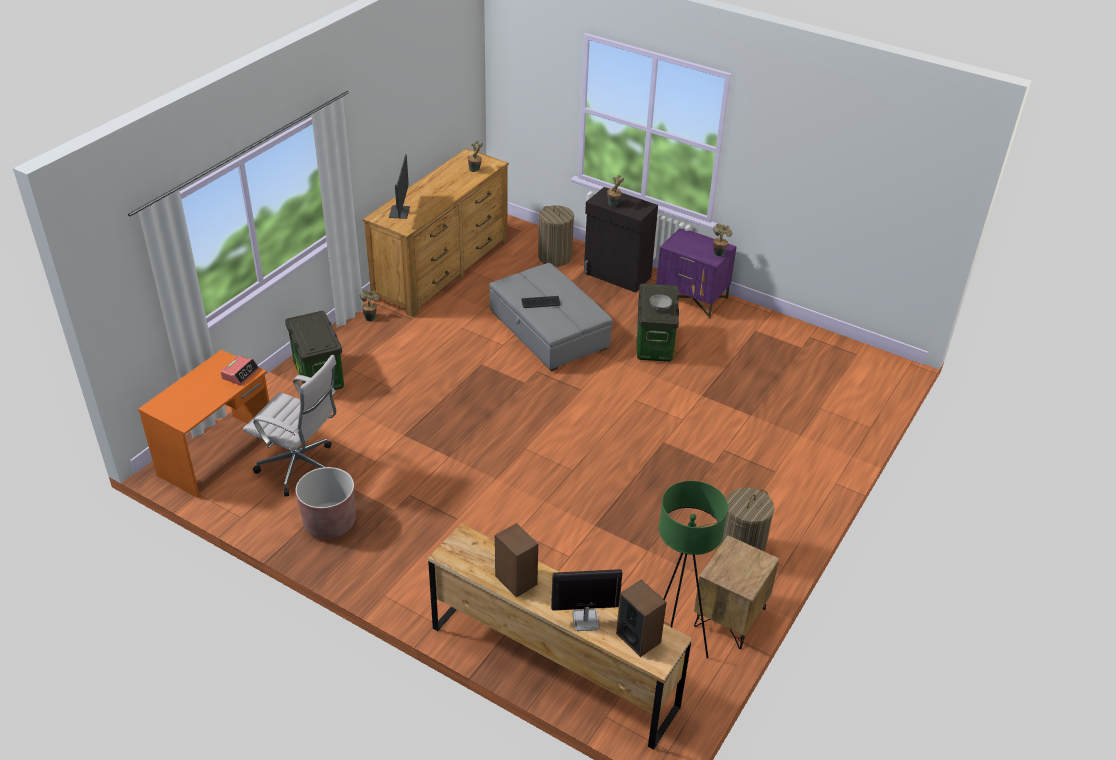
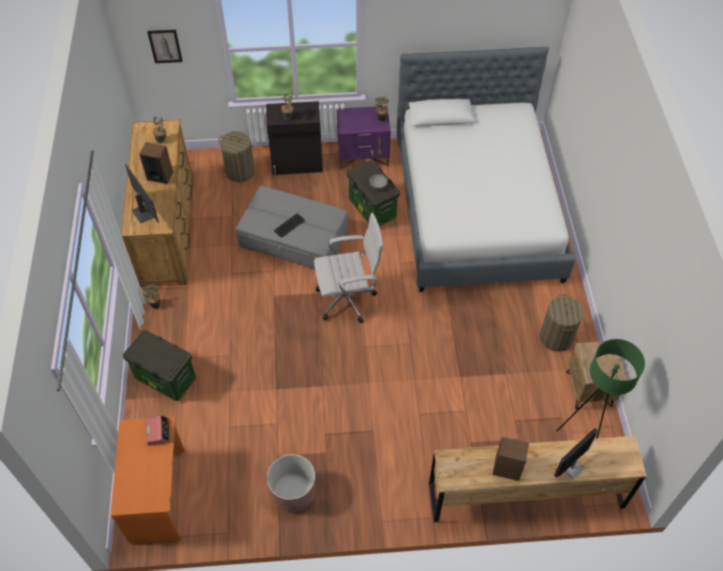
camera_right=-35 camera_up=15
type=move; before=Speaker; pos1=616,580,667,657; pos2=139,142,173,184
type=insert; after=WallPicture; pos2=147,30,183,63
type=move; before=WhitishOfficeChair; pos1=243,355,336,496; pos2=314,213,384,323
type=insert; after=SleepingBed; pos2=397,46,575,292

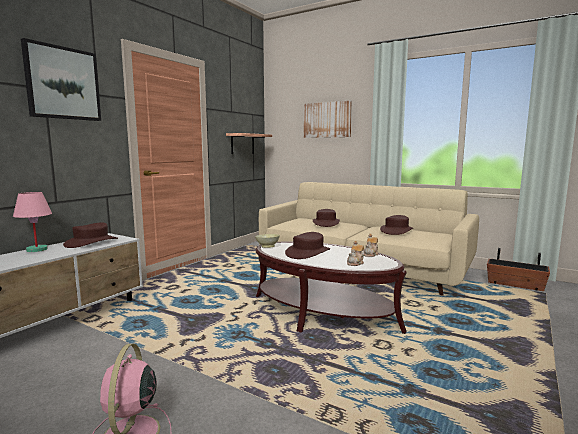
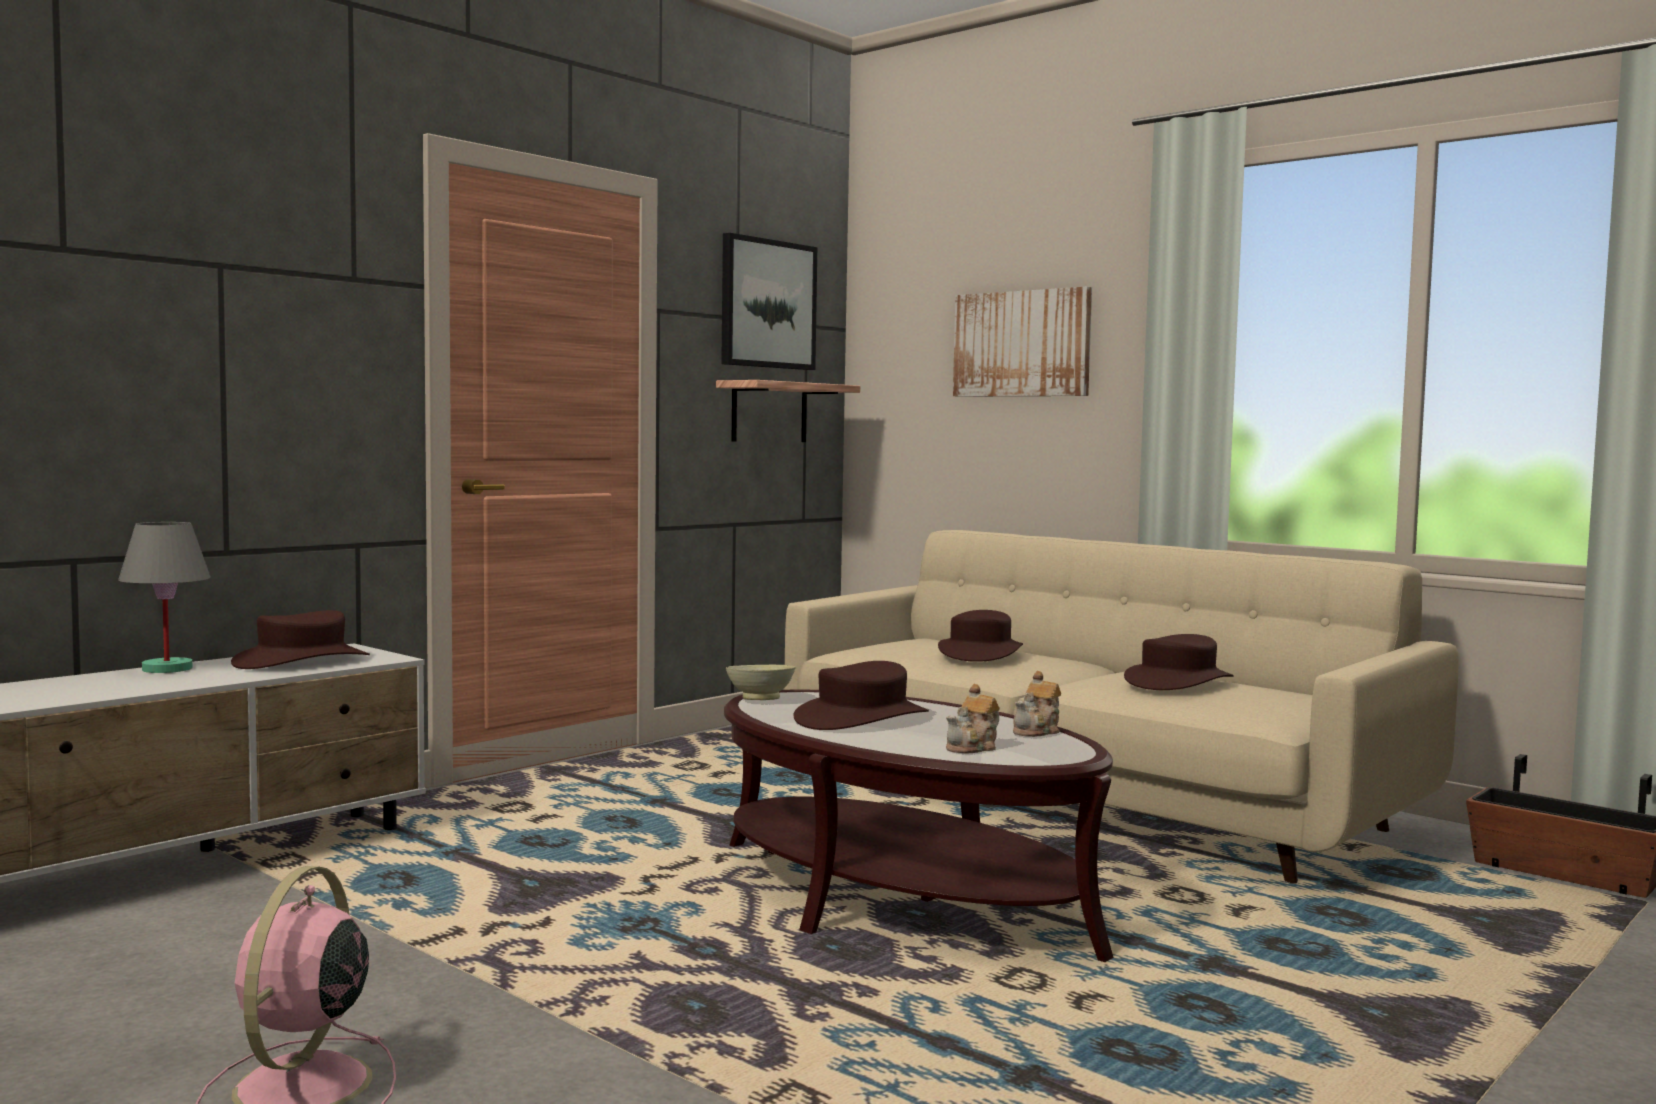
camera_right=10 camera_up=-5
type=recolor; before=PinkColouredLampForATable; after=GreyishLampForATable; pos1=13,192,52,252; pos2=118,522,211,673
type=move; before=WallPicture; pos1=21,38,101,121; pos2=721,233,817,370

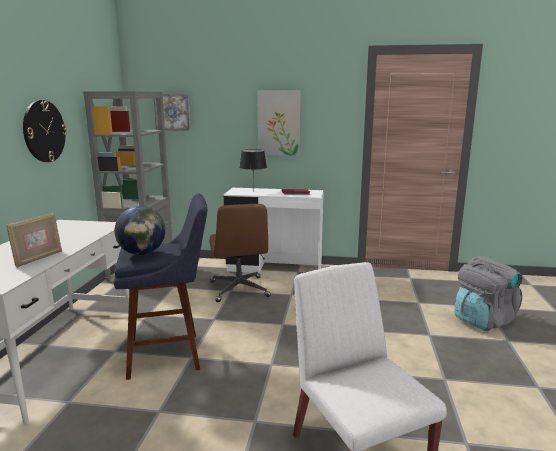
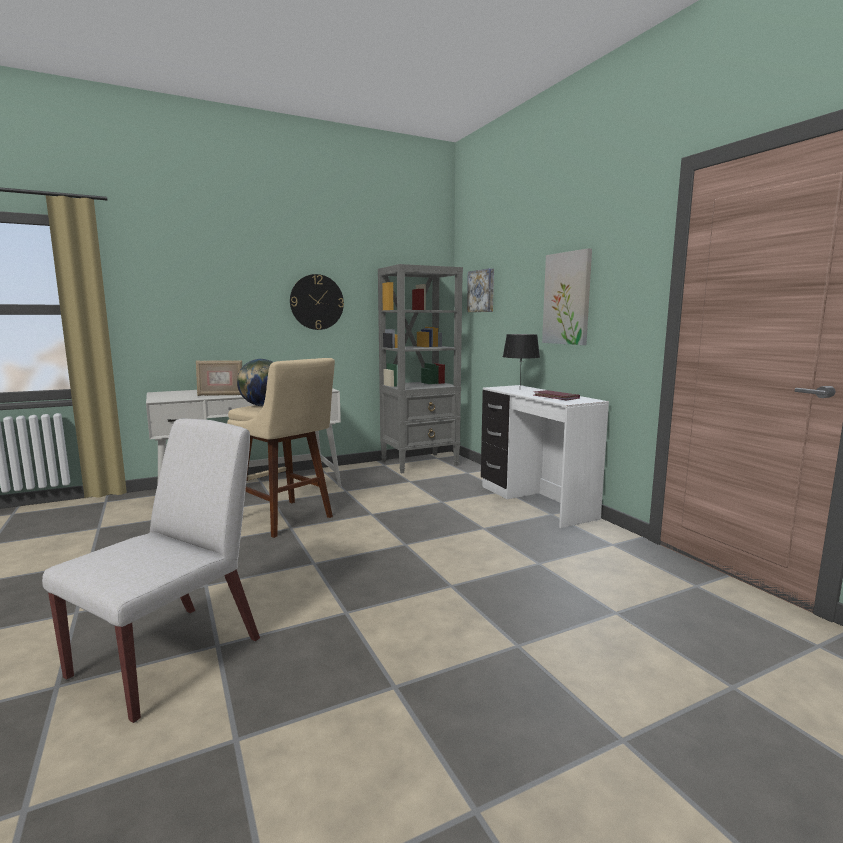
camera_right=55 camera_up=-5
type=recolor; before=BluishStoolSeat; after=SandColouredStoolSeat; pos1=114,193,207,380; pos2=227,358,335,538
type=delete; before=BrownColouredOfficeChair; pos1=209,204,271,302
type=delete; before=GreyishRucksack; pos1=454,256,522,331

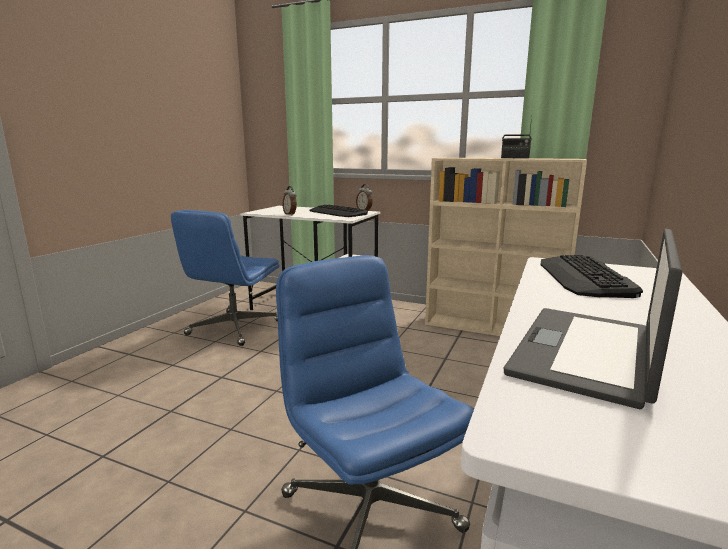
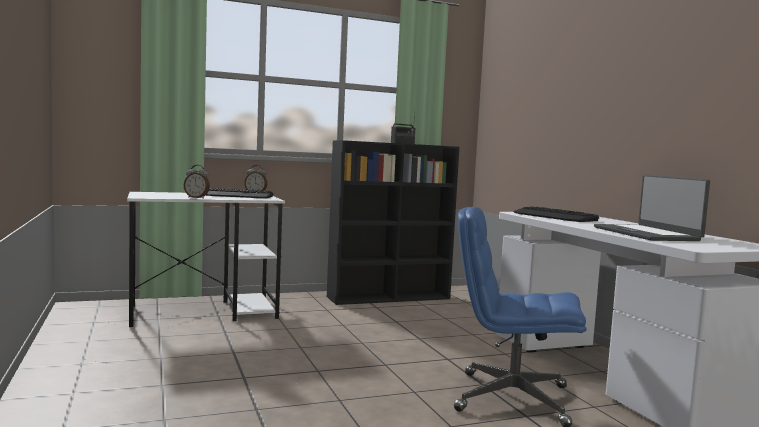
camera_right=-45 camera_up=-10
type=recolor; before=SandColouredShelvingUnit; after=BlackishShelvingUnit; pos1=425,158,587,336; pos2=327,140,459,305
type=delete; before=BluishOfficeChair; pos1=171,210,280,346

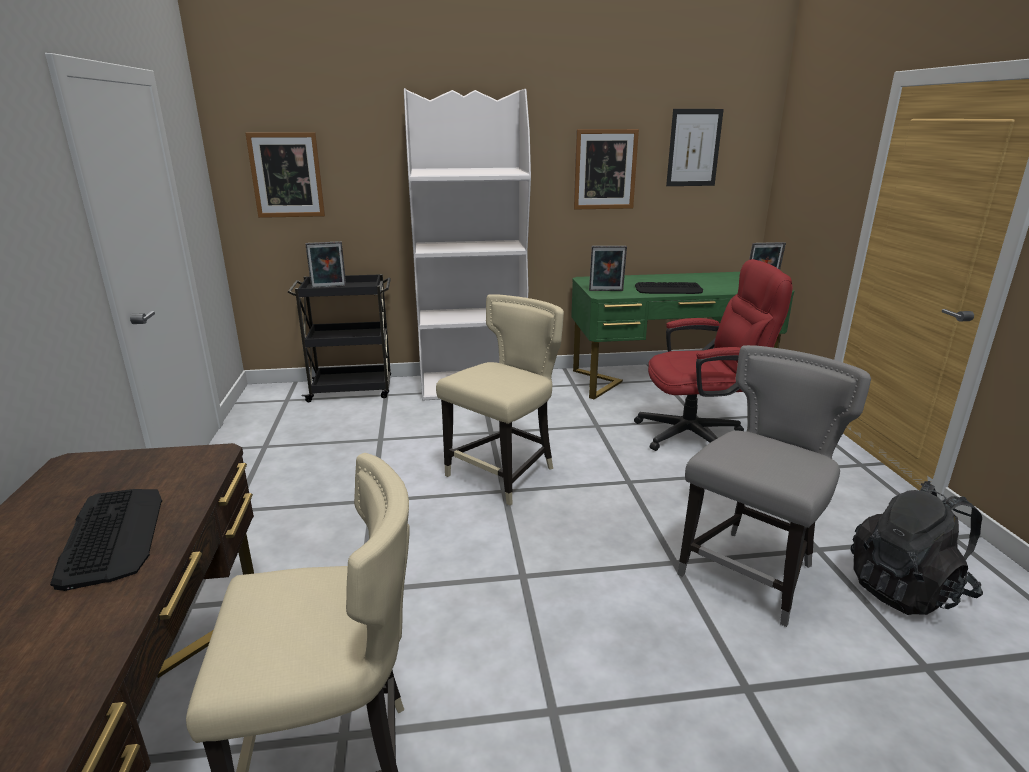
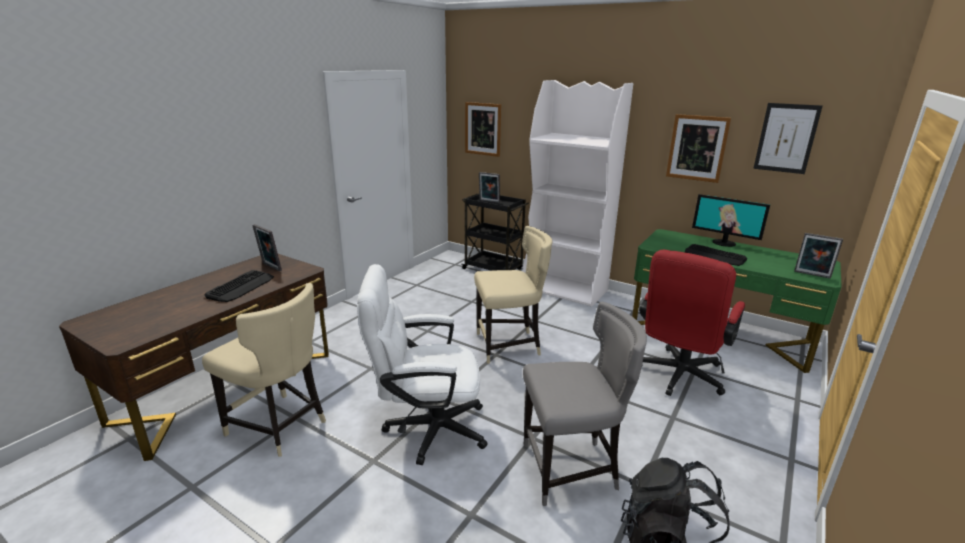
camera_right=40 camera_up=0
type=move; before=StandingFrame; pos1=589,246,627,291; pos2=252,224,282,271
type=insert; after=WhitishOfficeChair; pos2=357,264,488,465
type=rotate; before=ReddishOfficeChair; pos1=634,259,793,451; pos2=639,250,745,396; turn=90
type=insert; after=Monitor; pos2=692,194,770,247

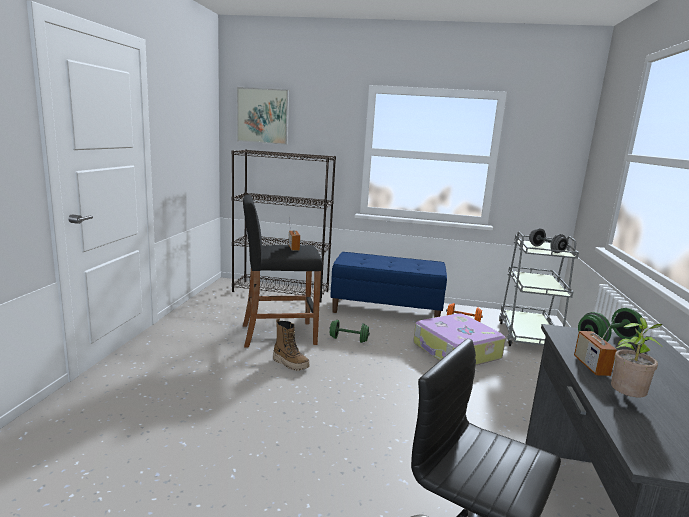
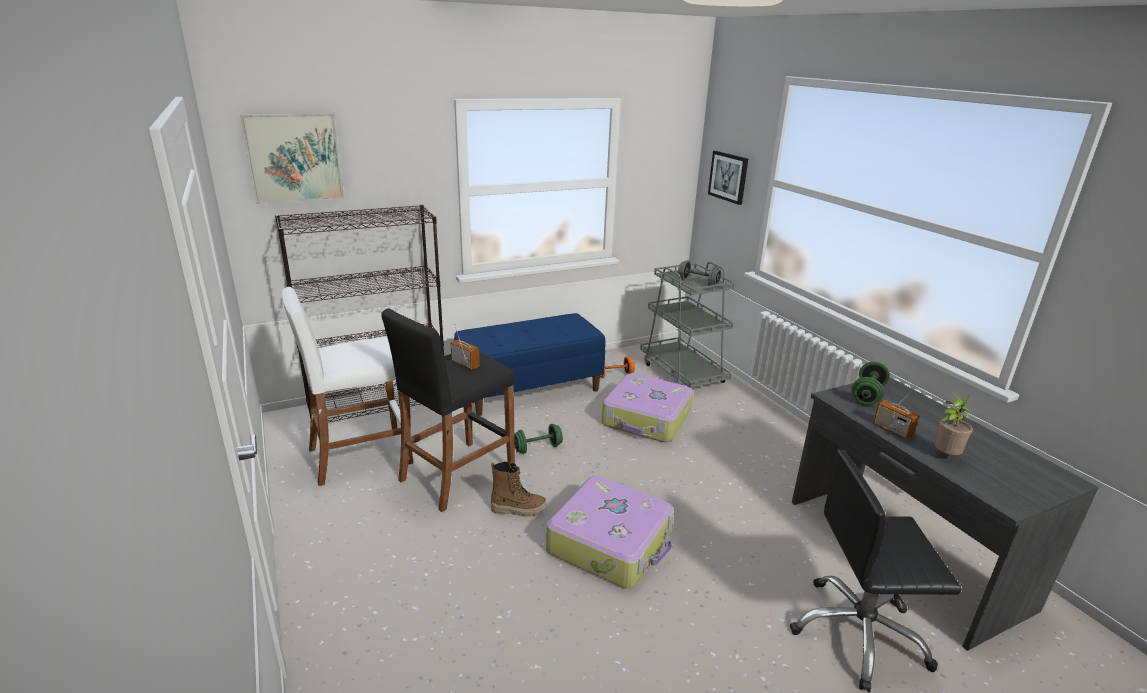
camera_right=-35 camera_up=10
type=insert; after=WhitishStoolSeat; pos2=282,287,413,486
type=insert; after=PieceOfLuggage; pos2=546,476,674,589
type=insert; after=WallPicture; pos2=708,151,748,205

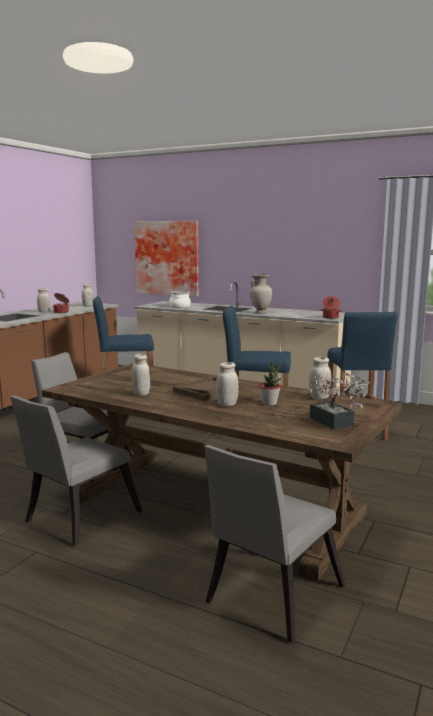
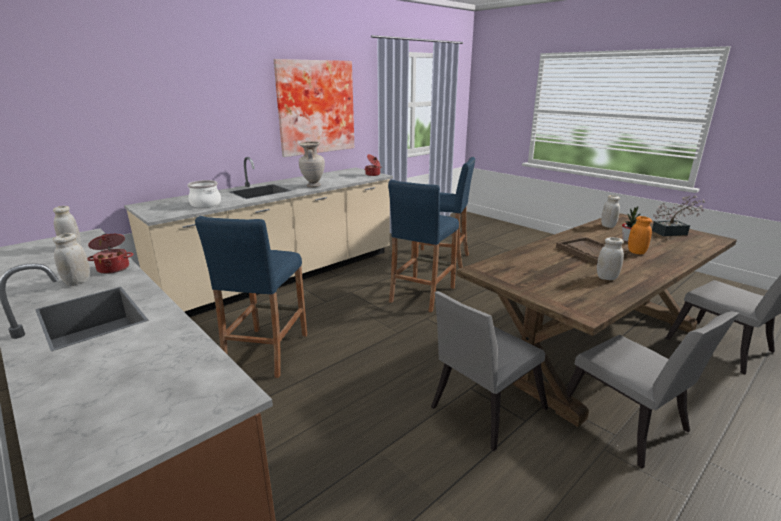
camera_right=-70 camera_up=10
type=move; before=WallPicture; pos1=134,221,199,297; pos2=274,59,354,157
type=recolor; before=WhitishPreserveJar; after=OrangeColouredPreserveJar; pos1=216,362,239,407; pos2=628,216,652,254

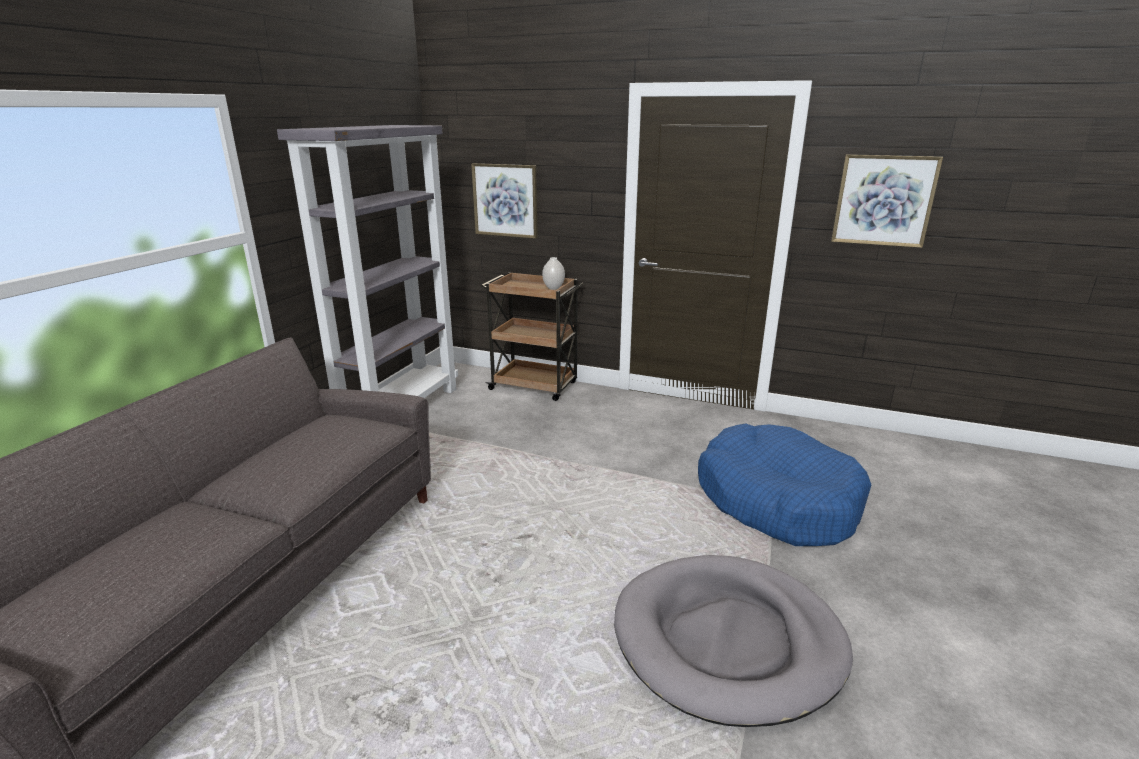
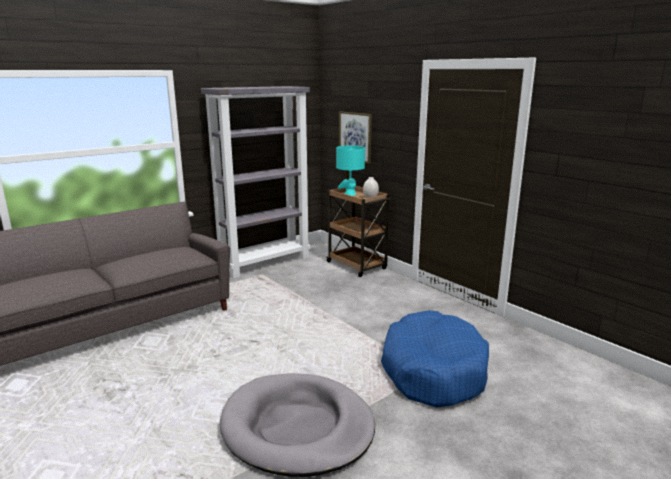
camera_right=30 camera_up=-5
type=insert; after=TurquoiseColouredLampForATable; pos2=336,145,365,196
type=delete; before=WallPicture; pos1=831,154,943,248

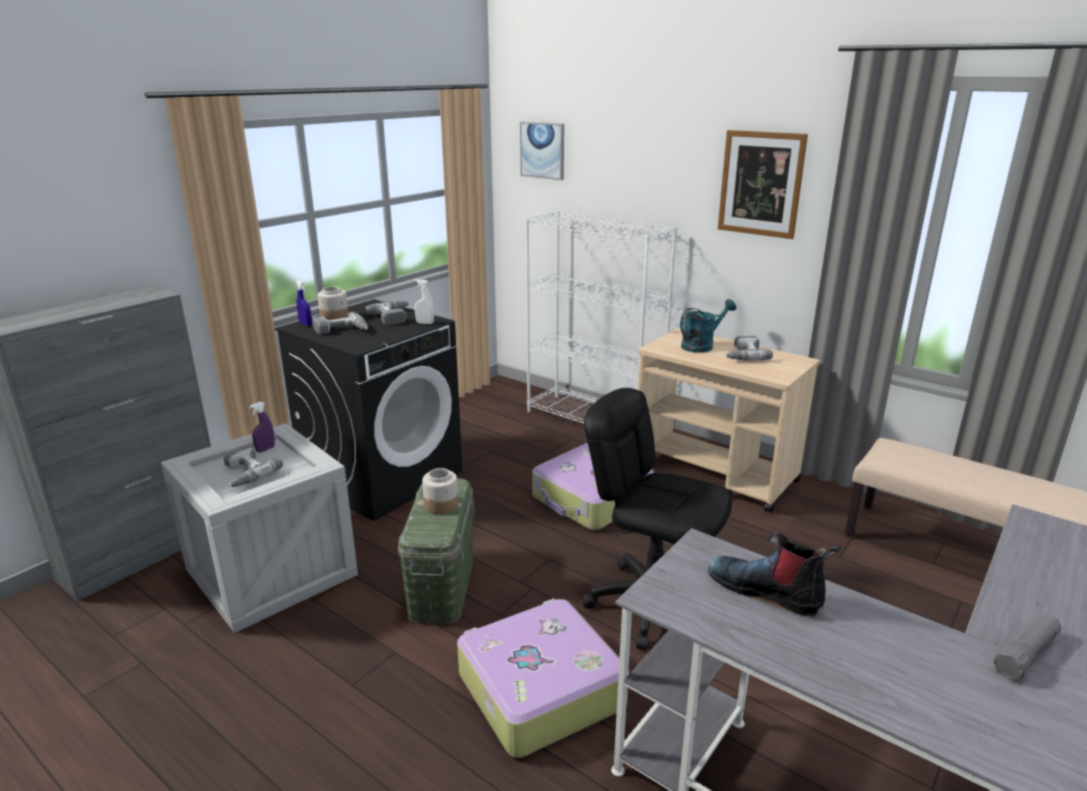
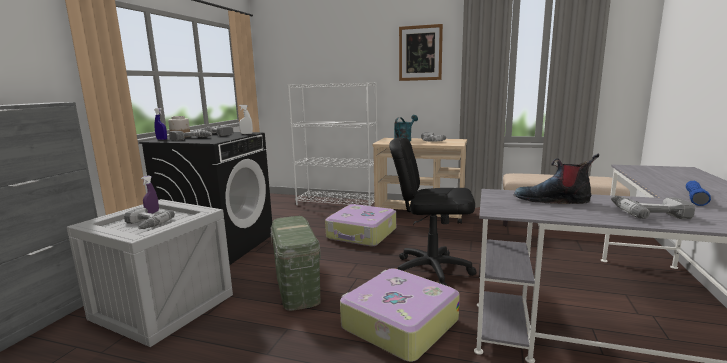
camera_right=-20 camera_up=-10
type=insert; after=Drill; pos2=611,196,695,219
type=recolor; before=GreyishFlashlight; after=BluishFlashlight; pos1=994,615,1062,680; pos2=686,181,711,206
type=delete; before=PreserveJar; pos1=422,468,458,514
type=delete; before=WallPicture; pos1=520,122,564,180

